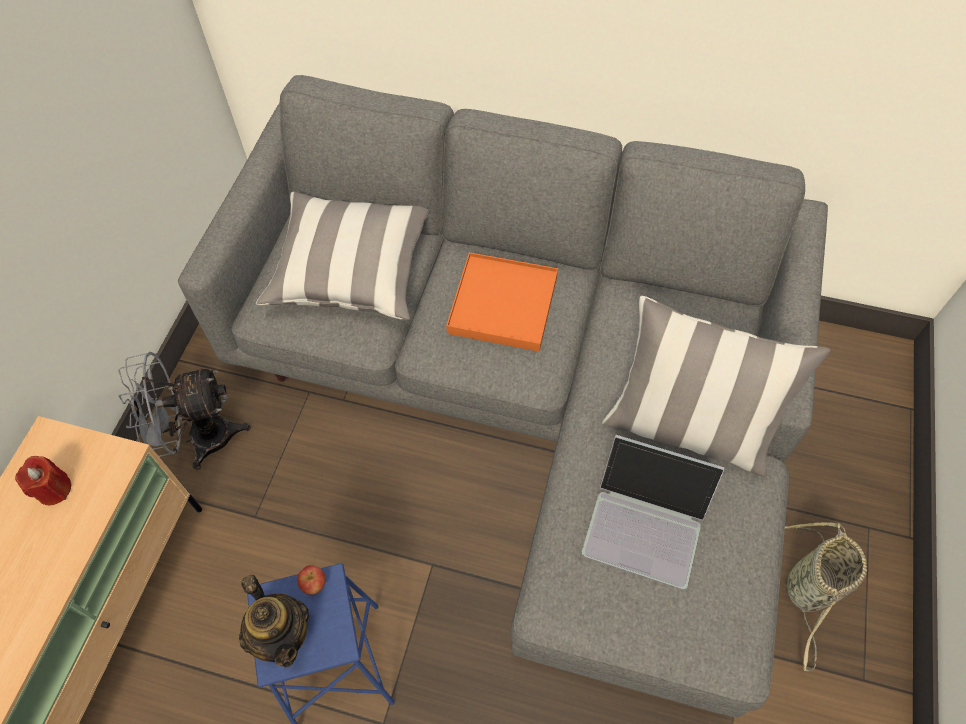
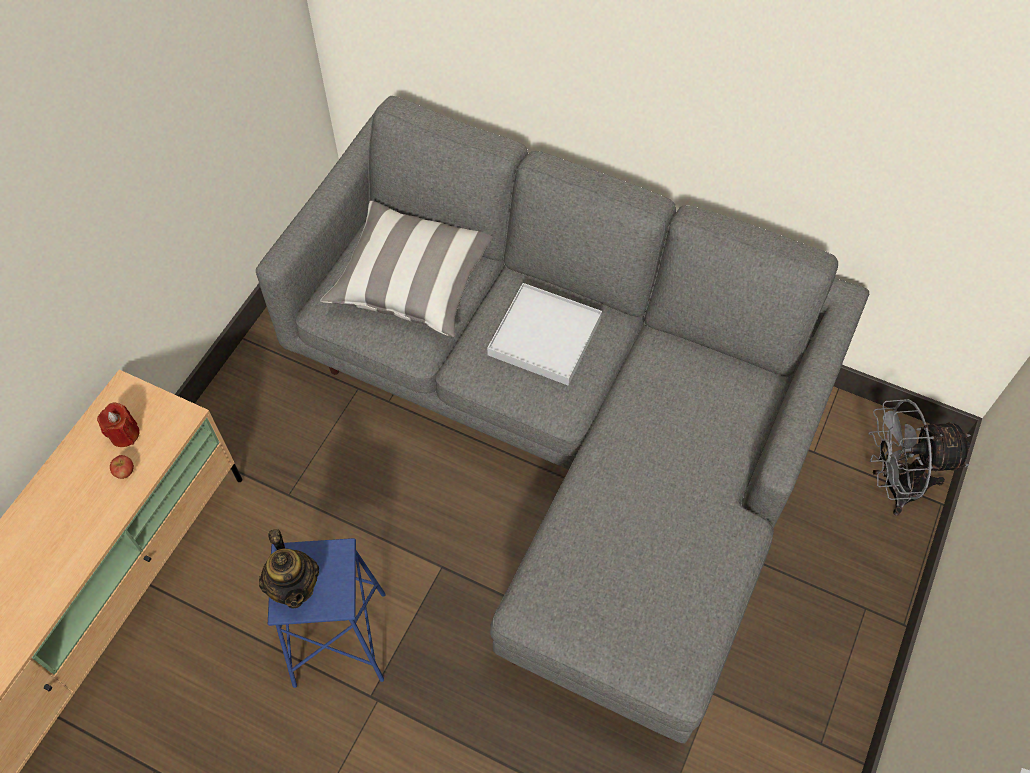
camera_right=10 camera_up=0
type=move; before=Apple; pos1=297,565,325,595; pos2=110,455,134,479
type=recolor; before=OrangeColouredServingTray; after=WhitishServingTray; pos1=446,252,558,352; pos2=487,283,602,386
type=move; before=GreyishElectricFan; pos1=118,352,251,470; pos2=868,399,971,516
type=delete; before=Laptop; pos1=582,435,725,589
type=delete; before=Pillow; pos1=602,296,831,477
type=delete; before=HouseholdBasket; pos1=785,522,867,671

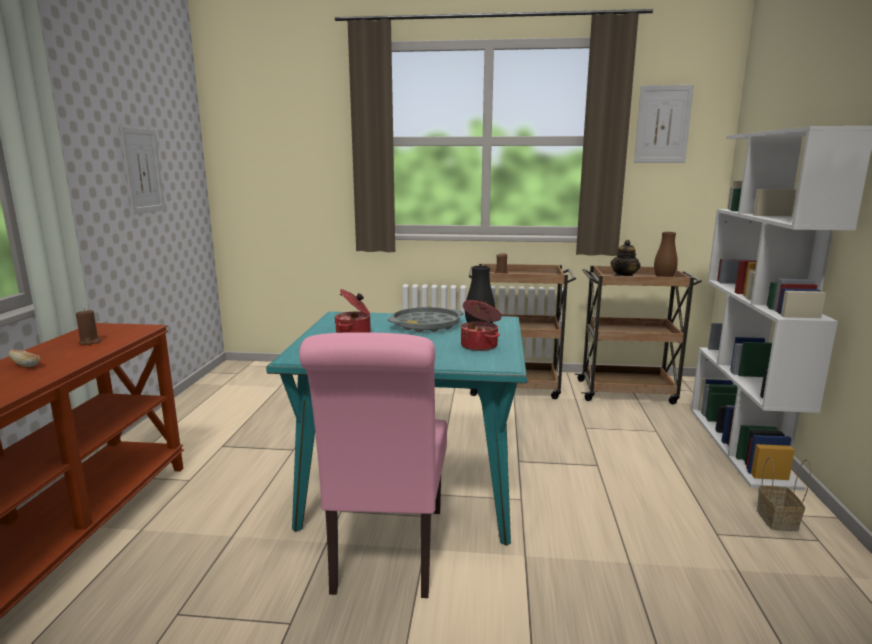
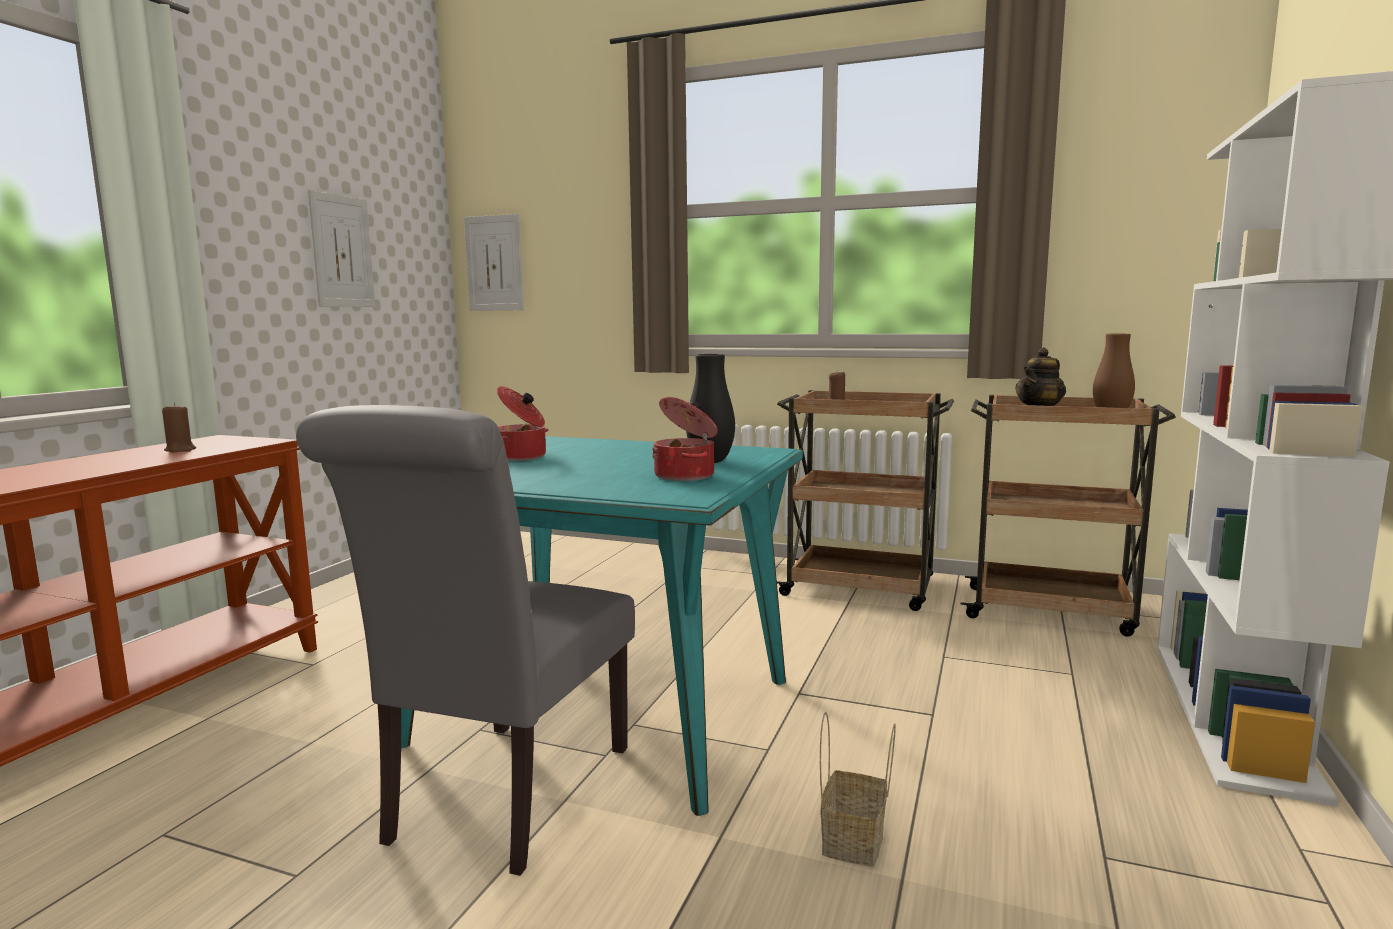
camera_right=15 camera_up=-5
type=recolor; before=PinkColouredPlainChair; after=GreyishPlainChair; pos1=299,332,447,598; pos2=296,405,635,876
type=move; before=WallPicture; pos1=634,85,694,163; pos2=464,214,524,311
type=move; before=HouseholdBasket; pos1=757,457,811,531; pos2=820,712,896,867
type=delete; before=Bread; pos1=9,349,40,367
type=delete; before=GreyishServingTray; pos1=388,307,464,333

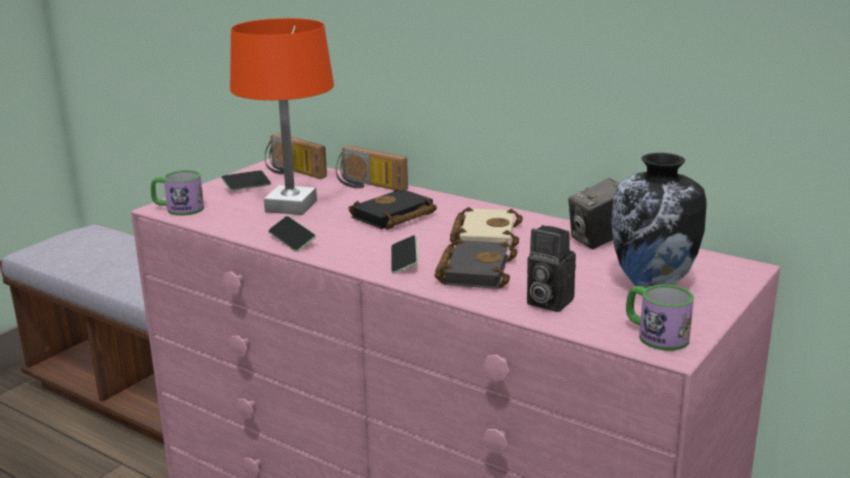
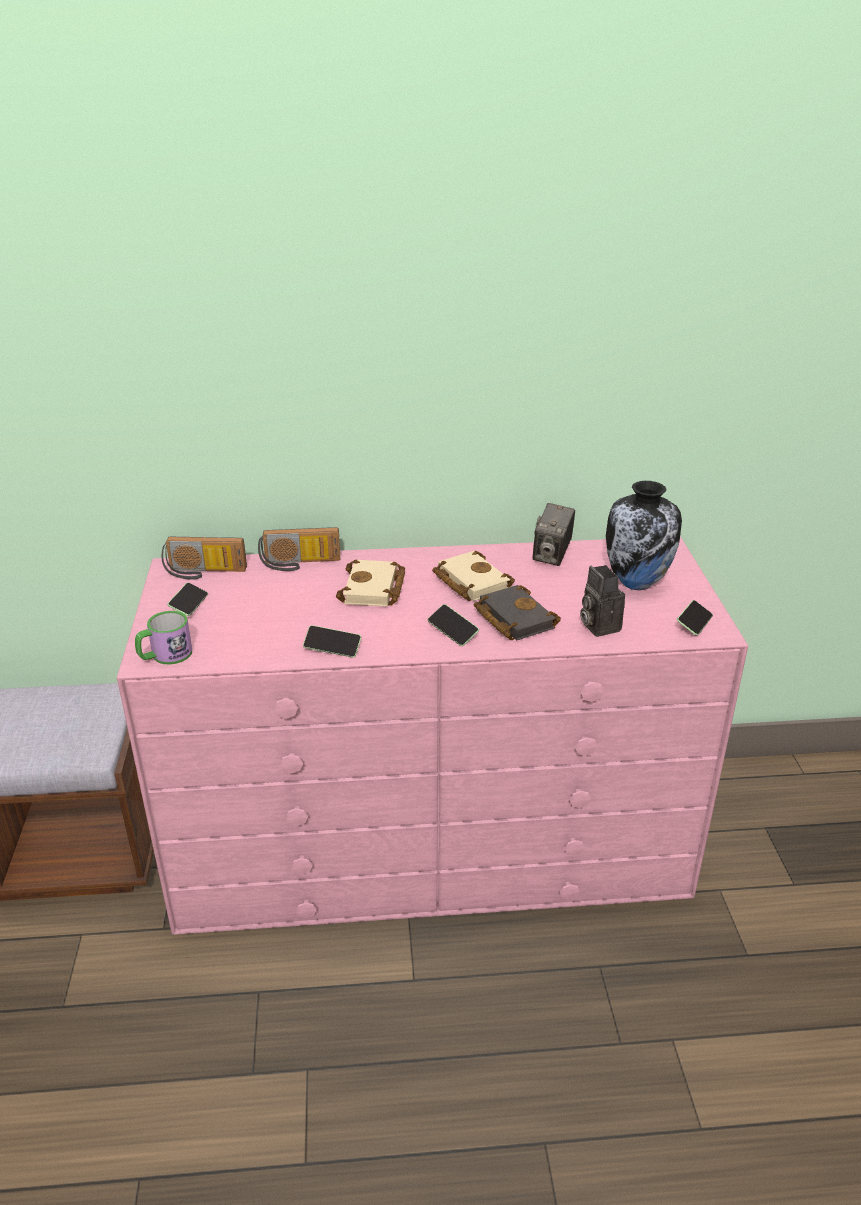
camera_right=-40 camera_up=10
type=recolor; before=BlackishBook; after=SandColouredBook; pos1=348,187,437,230; pos2=336,560,405,607
type=rotate; before=StillCamera; pos1=527,225,576,312; pos2=580,565,625,637; turn=75
type=replace; before=Mug; after=Phone; pos1=626,285,694,351; pos2=677,600,713,636
type=delete; before=OrangeColouredLampForATable; pos1=230,18,334,215

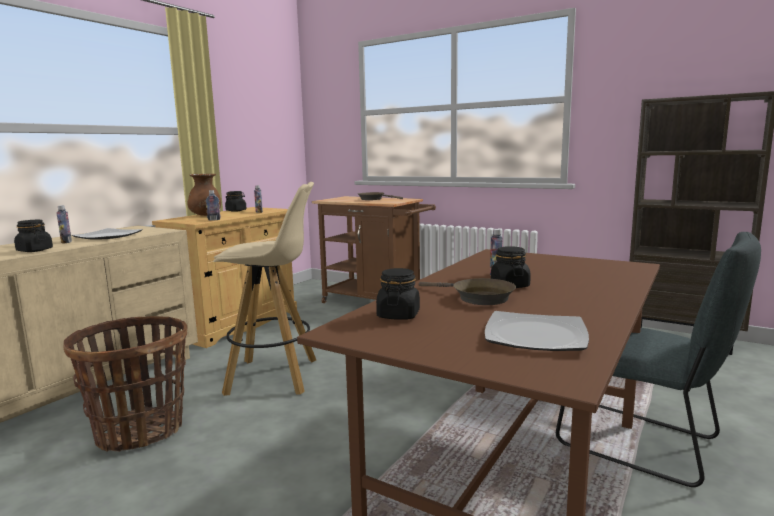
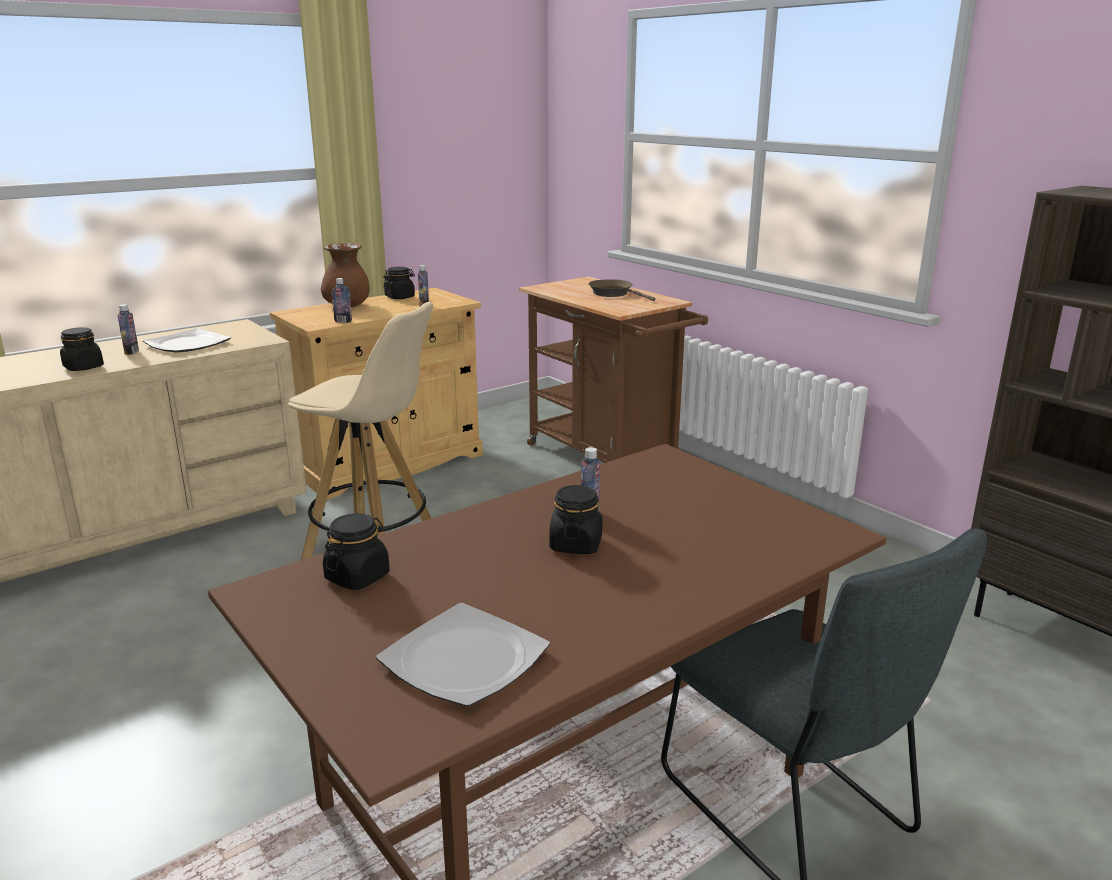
camera_right=20 camera_up=10
type=delete; before=HouseholdBasket; pos1=64,316,187,452
type=delete; before=BrownColouredPan; pos1=419,278,516,305

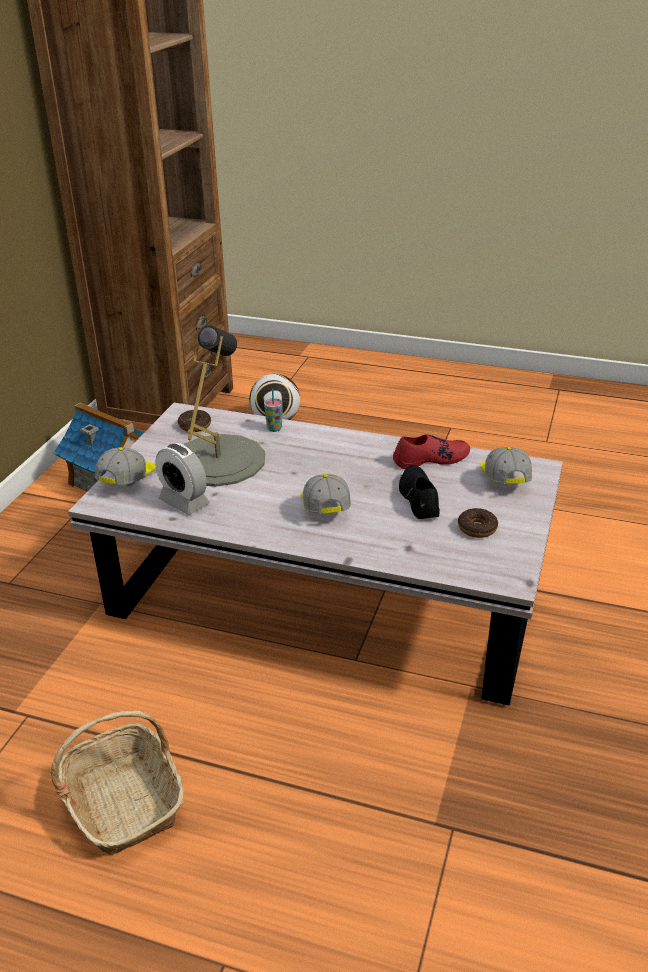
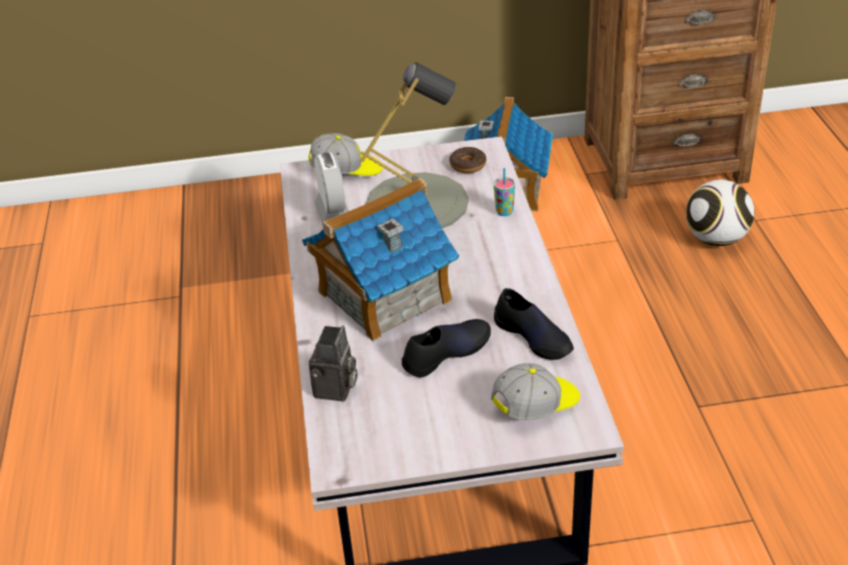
camera_right=65 camera_up=5
type=replace; before=Cap; after=ModelHouse; pos1=302,474,351,514; pos2=302,178,459,342
type=insert; after=StillCamera; pos2=309,325,358,401
type=rotate; before=TableClock; pos1=155,443,210,515; pos2=314,153,349,225; turn=150
type=recolor; before=ReddishItemOfFootwear; after=BlackishItemOfFootwear; pos1=393,434,470,469; pos2=494,288,574,360
type=delete; before=HouseholdBasket; pos1=51,711,184,855
type=delete; before=Donut; pos1=458,508,498,538

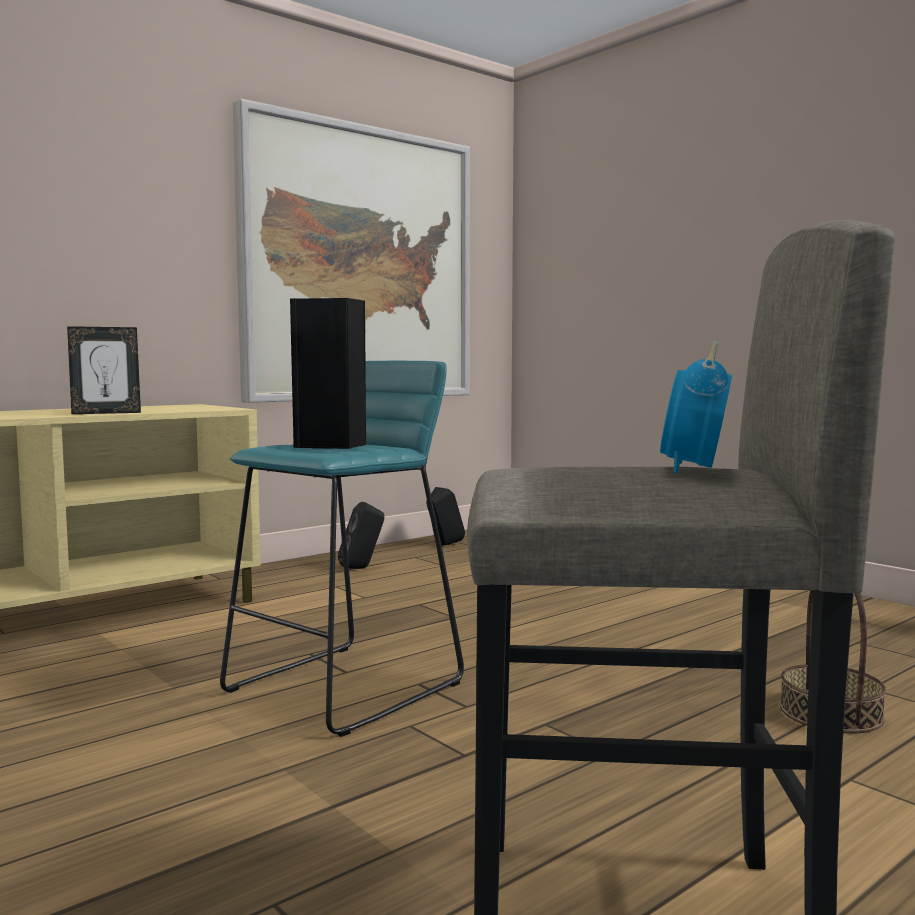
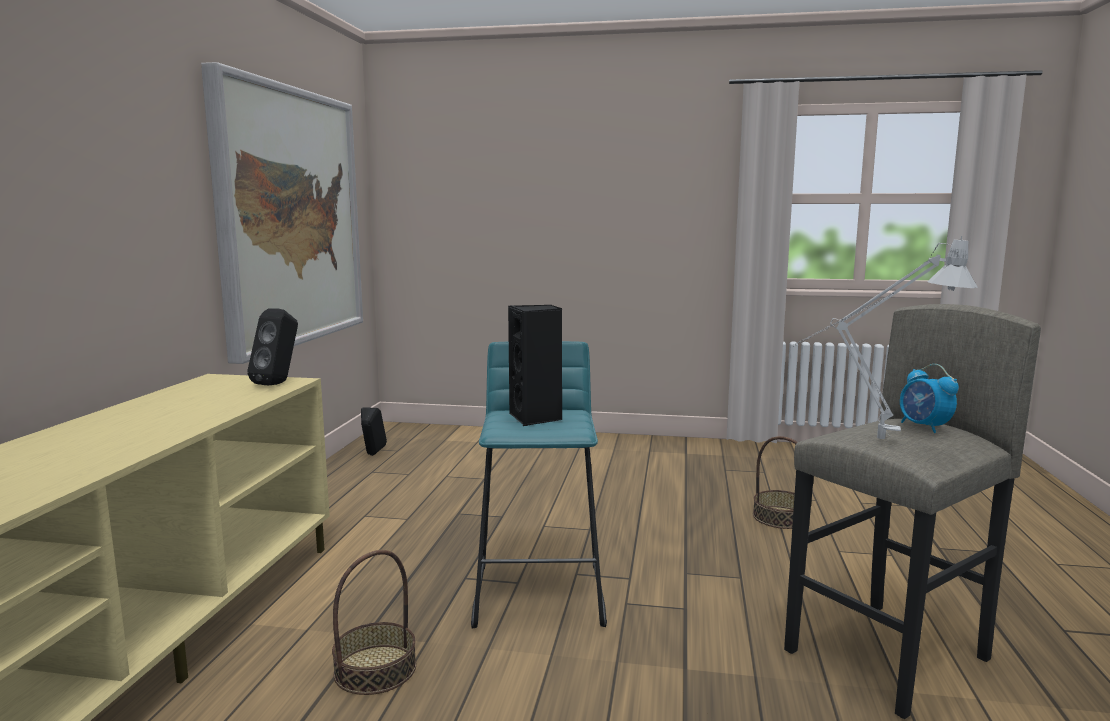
camera_right=-40 camera_up=5
type=move; before=BlackishSpeaker; pos1=338,502,384,569; pos2=247,308,298,385
type=insert; after=HouseholdBasket; pos2=332,550,416,695
type=insert; after=GreyishLampForATable; pos2=793,236,978,441
type=delete; before=StandingFrame; pos1=67,326,141,414

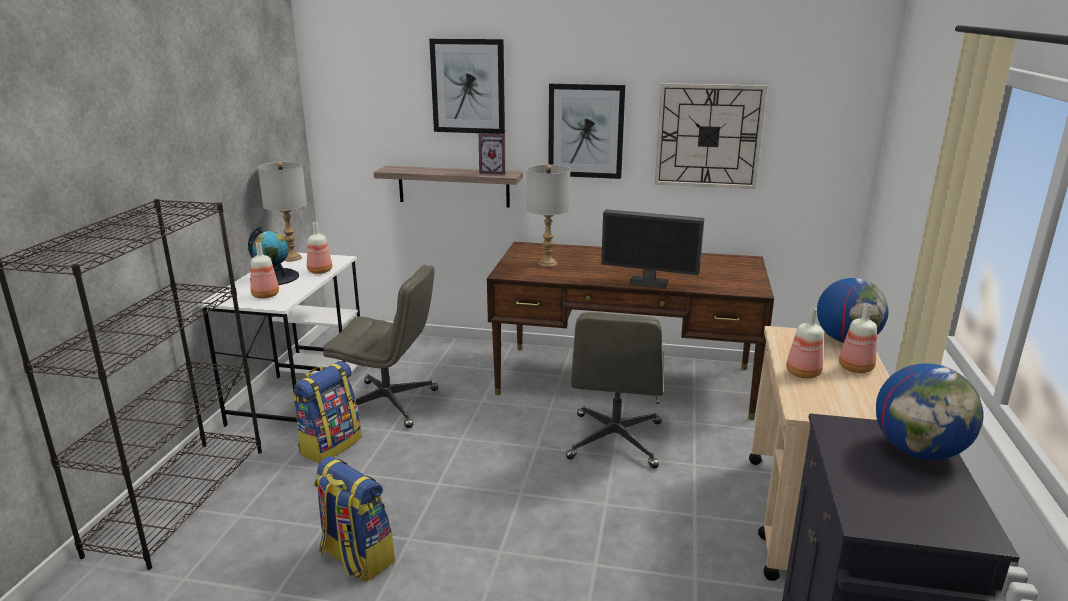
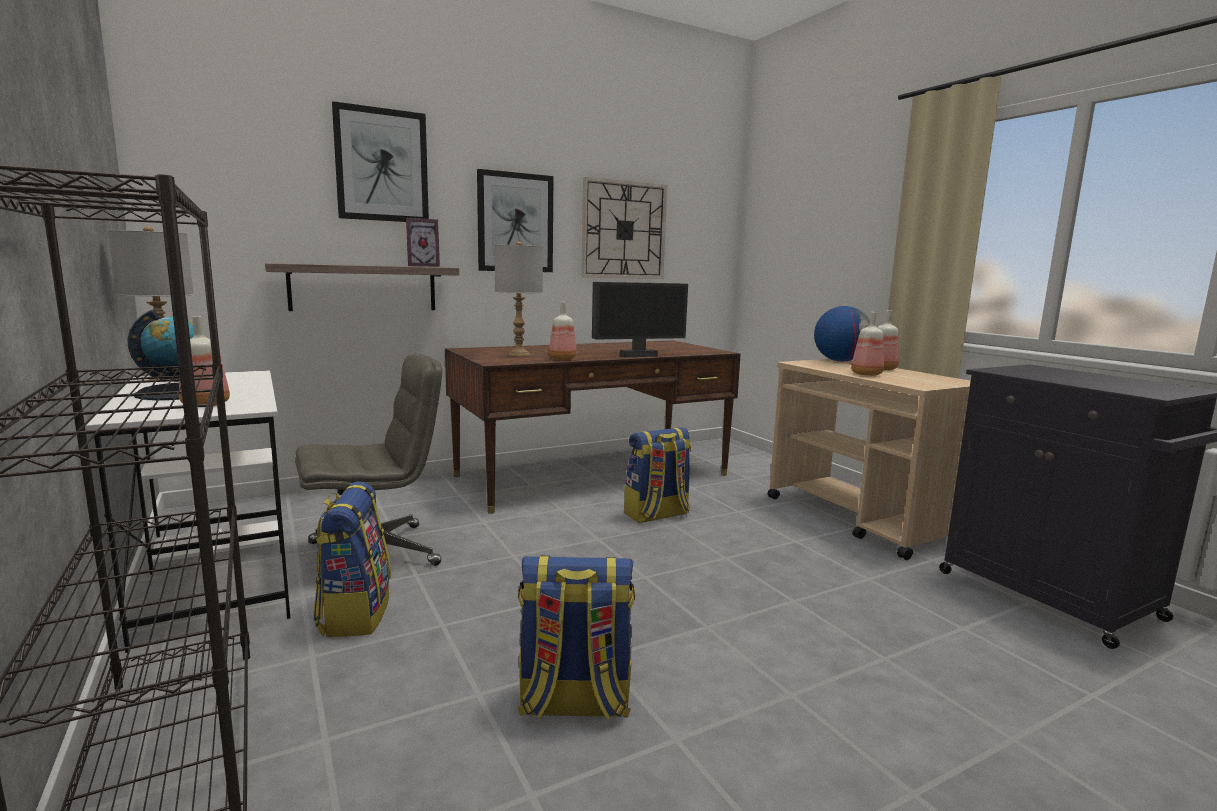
camera_right=-40 camera_up=-10
type=move; before=BeverageBottle; pos1=307,222,332,274; pos2=549,302,577,360
type=replace; before=GreyishOfficeChair; after=Rucksack; pos1=566,312,664,469; pos2=624,427,692,523
type=delete; before=Globe; pos1=876,364,983,460

